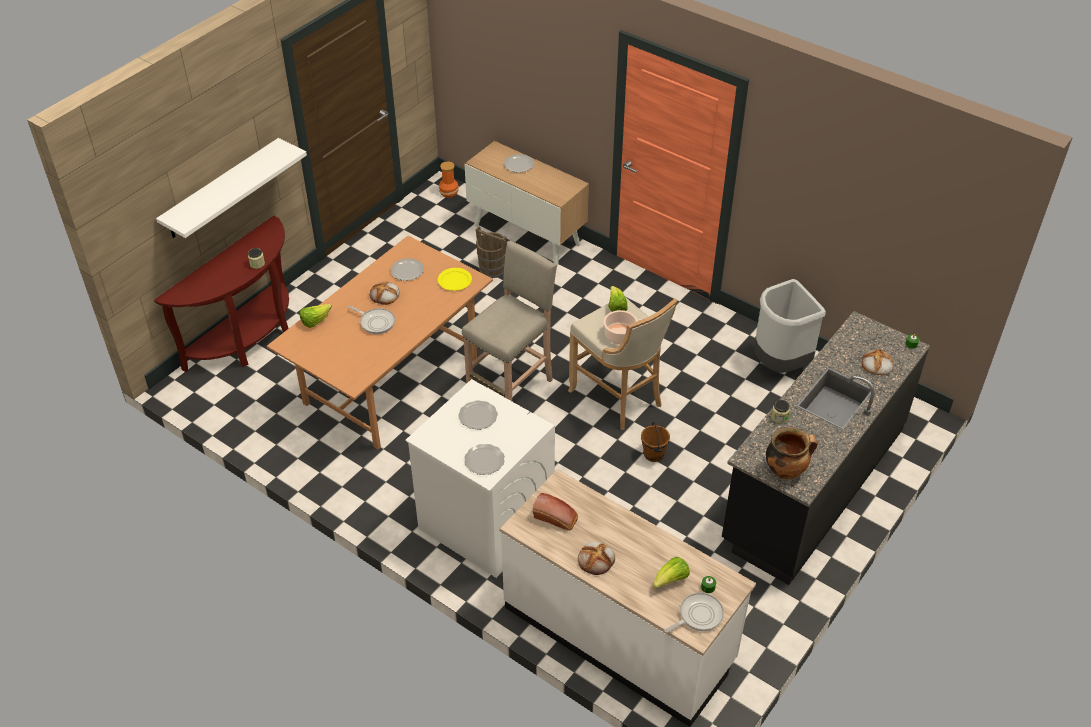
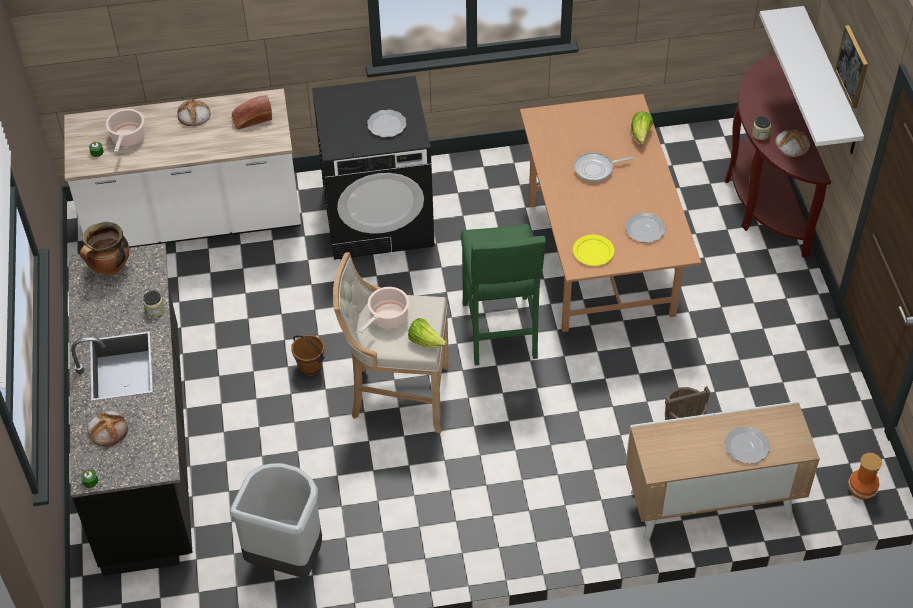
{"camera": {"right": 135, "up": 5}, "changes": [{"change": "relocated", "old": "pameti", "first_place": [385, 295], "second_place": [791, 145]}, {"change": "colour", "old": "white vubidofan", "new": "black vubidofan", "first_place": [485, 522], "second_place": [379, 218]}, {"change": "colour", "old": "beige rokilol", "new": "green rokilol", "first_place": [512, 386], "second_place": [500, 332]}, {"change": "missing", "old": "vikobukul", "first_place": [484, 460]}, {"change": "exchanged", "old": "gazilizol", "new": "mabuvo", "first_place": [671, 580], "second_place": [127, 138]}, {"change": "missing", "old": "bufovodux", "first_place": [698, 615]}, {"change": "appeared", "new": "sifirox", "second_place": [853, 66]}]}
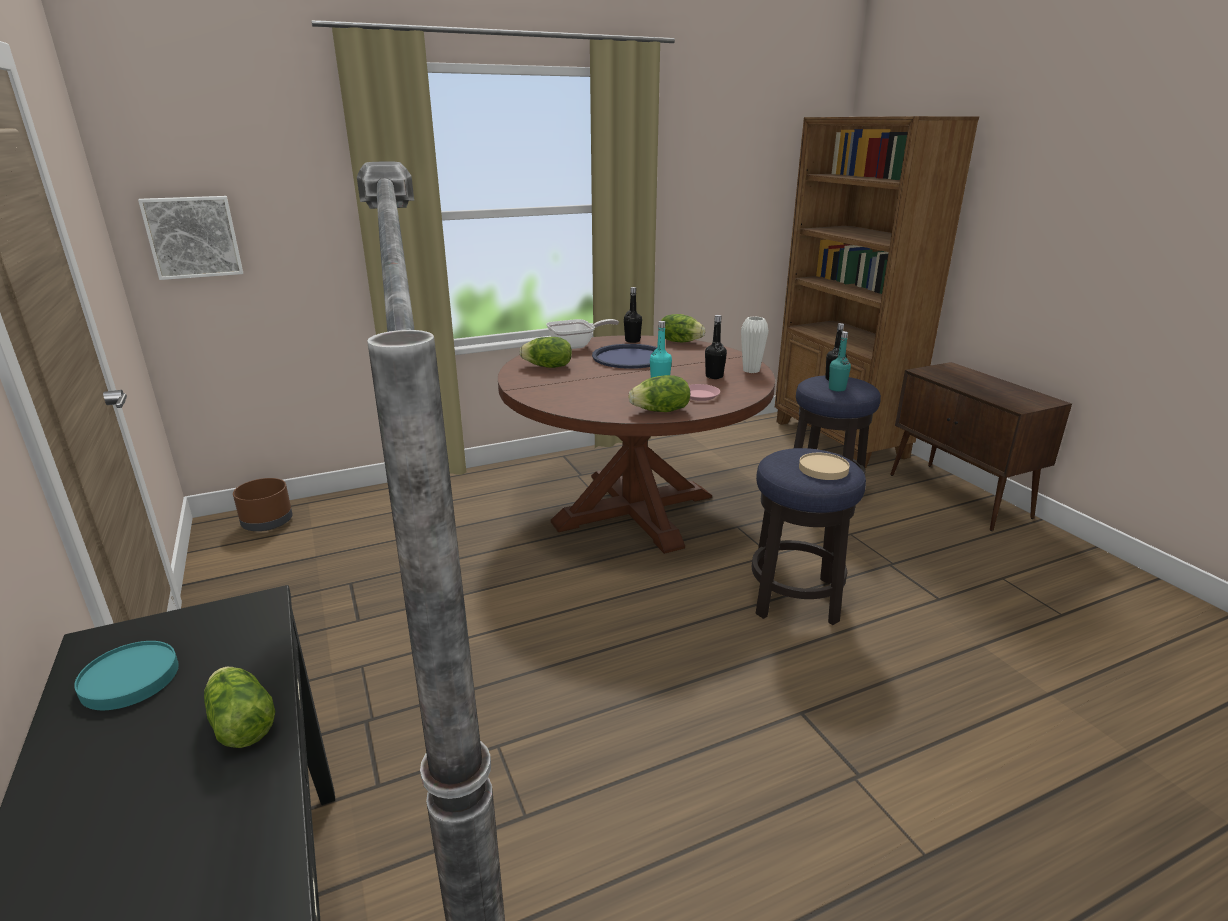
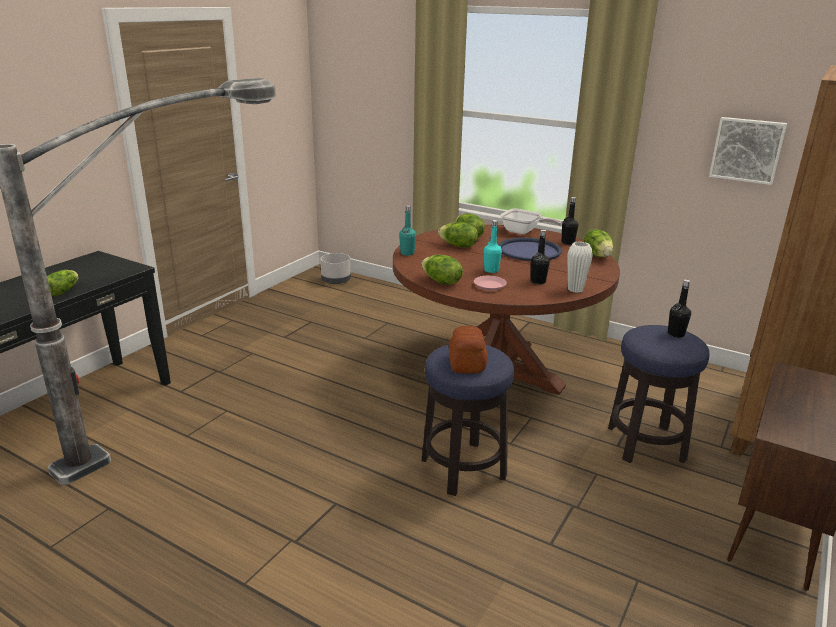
{"camera": {"right": 55, "up": 0}, "changes": [{"change": "missing", "old": "turquoise vikobukul", "first_place": [129, 678]}, {"change": "relocated", "old": "sifirox", "first_place": [193, 237], "second_place": [747, 150]}, {"change": "colour", "old": "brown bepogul", "new": "grey bepogul", "first_place": [267, 523], "second_place": [335, 280]}, {"change": "exchanged", "old": "beige vikobukul", "new": "pameti", "first_place": [823, 469], "second_place": [466, 363]}, {"change": "relocated", "old": "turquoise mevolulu", "first_place": [837, 389], "second_place": [407, 253]}, {"change": "appeared", "new": "gazilizol", "second_place": [458, 246]}]}
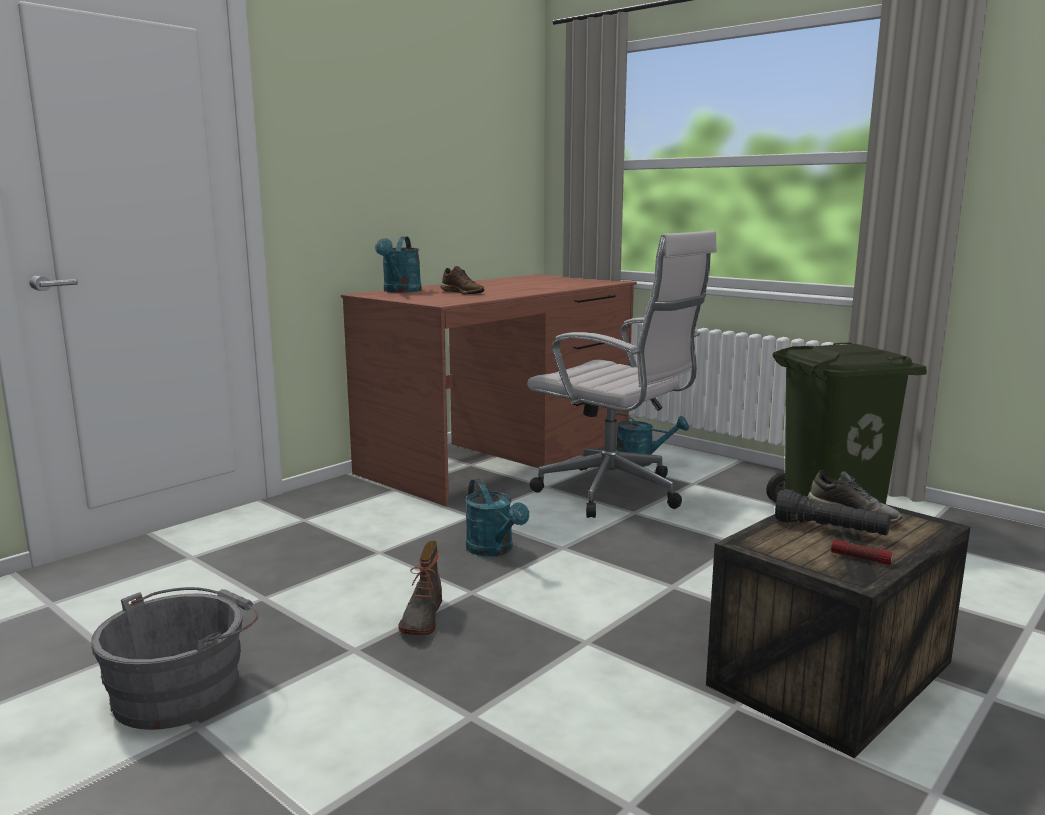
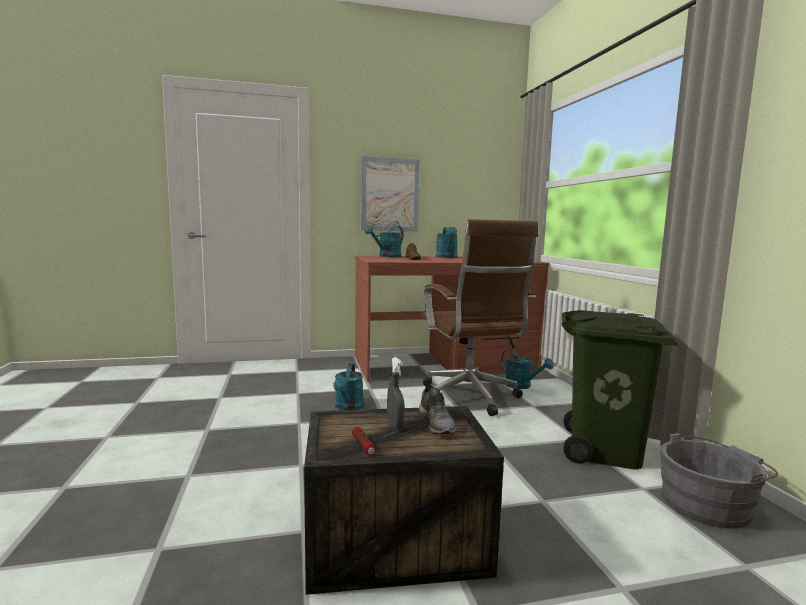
{"camera": {"right": 35, "up": -5}, "changes": [{"change": "relocated", "old": "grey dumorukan", "first_place": [184, 689], "second_place": [708, 503]}, {"change": "missing", "old": "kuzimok", "first_place": [421, 618]}, {"change": "colour", "old": "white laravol", "new": "brown laravol", "first_place": [616, 493], "second_place": [470, 398]}, {"change": "exchanged", "old": "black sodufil", "new": "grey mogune", "first_place": [830, 530], "second_place": [395, 426]}, {"change": "appeared", "new": "sifirox", "second_place": [389, 194]}, {"change": "appeared", "new": "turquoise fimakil", "second_place": [447, 257]}]}
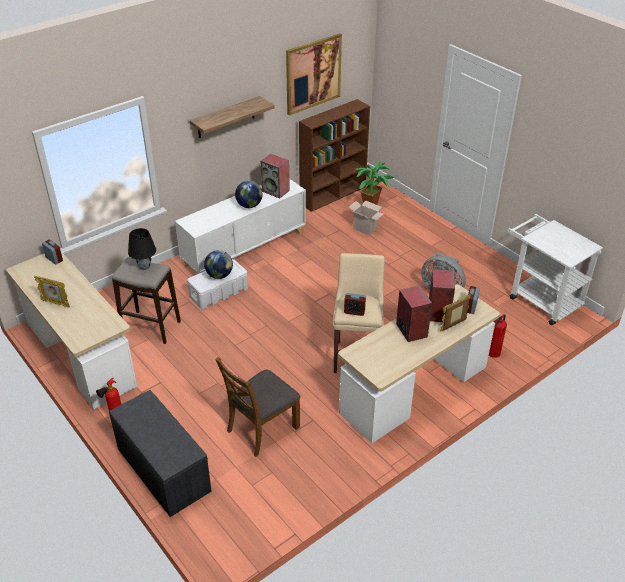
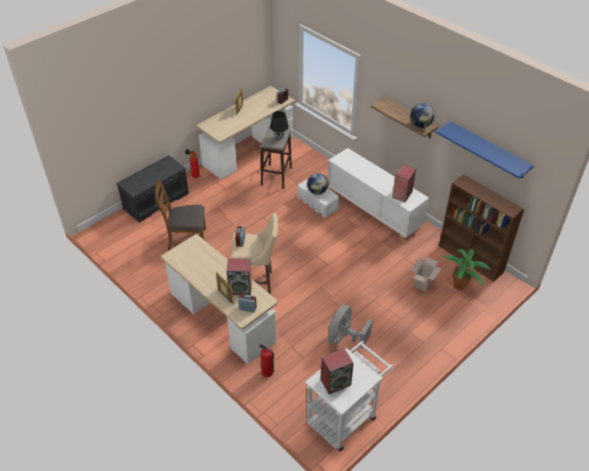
{"camera": {"right": 85, "up": 5}, "changes": [{"change": "spun", "old": "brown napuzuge", "first_place": [262, 428], "second_place": [186, 239], "degrees": -45}, {"change": "relocated", "old": "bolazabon", "first_place": [249, 205], "second_place": [420, 125]}, {"change": "exchanged", "old": "sifirox", "new": "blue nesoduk", "first_place": [313, 74], "second_place": [488, 150]}, {"change": "relocated", "old": "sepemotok", "first_place": [411, 330], "second_place": [335, 382]}]}
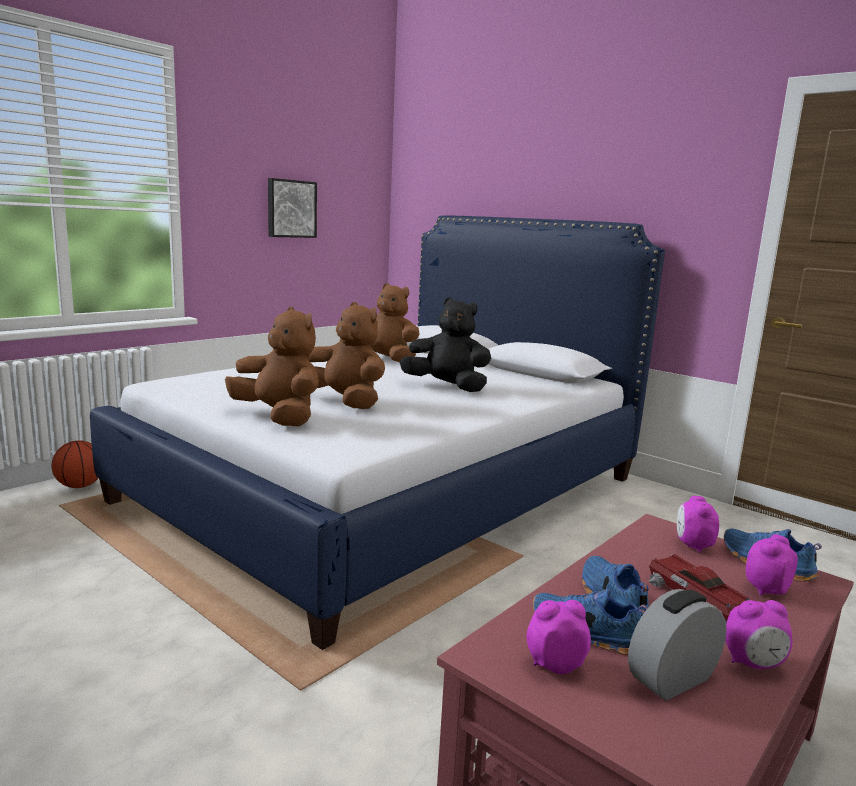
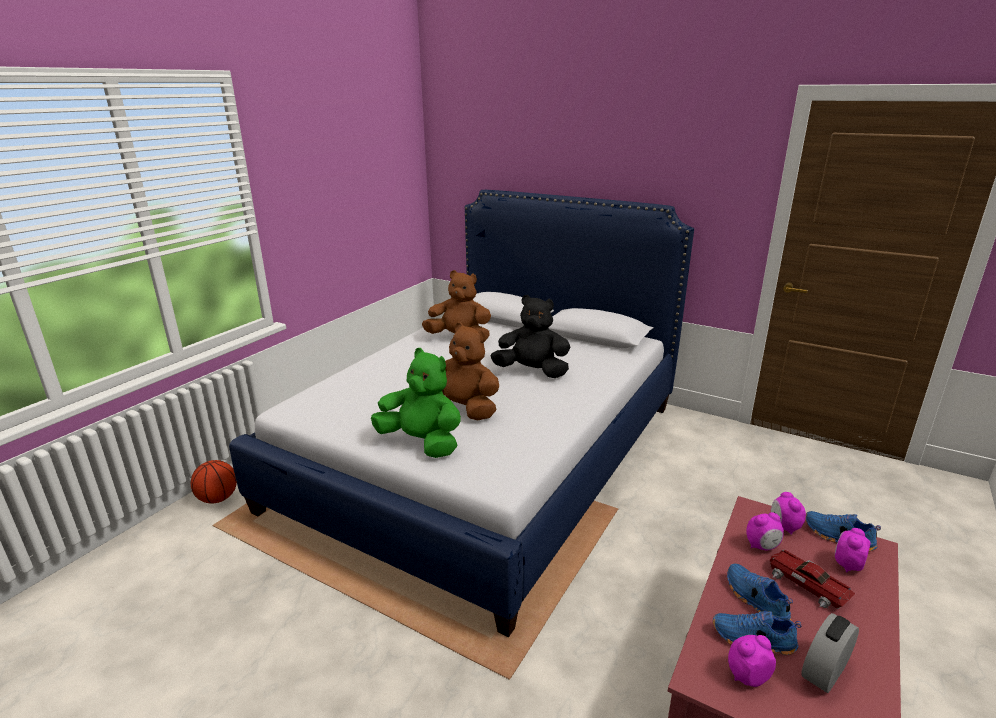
{"camera": {"right": -10, "up": 10}, "changes": [{"change": "colour", "old": "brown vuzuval", "new": "green vuzuval", "first_place": [279, 417], "second_place": [422, 442]}, {"change": "missing", "old": "sifirox", "first_place": [291, 208]}, {"change": "relocated", "old": "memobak", "first_place": [753, 664], "second_place": [762, 546]}]}
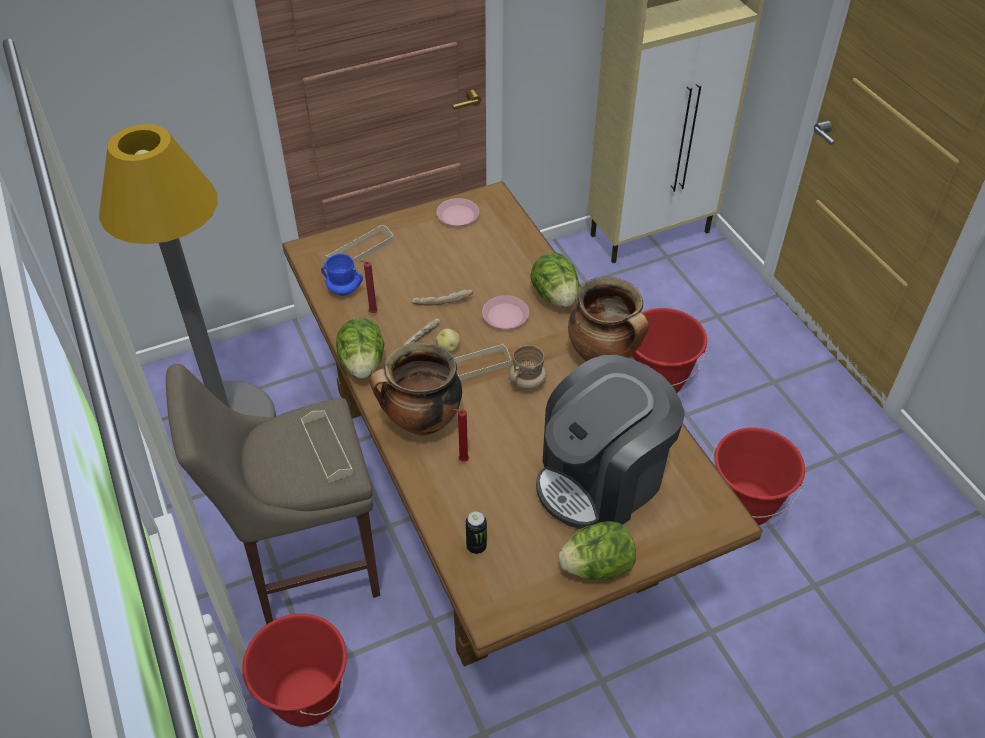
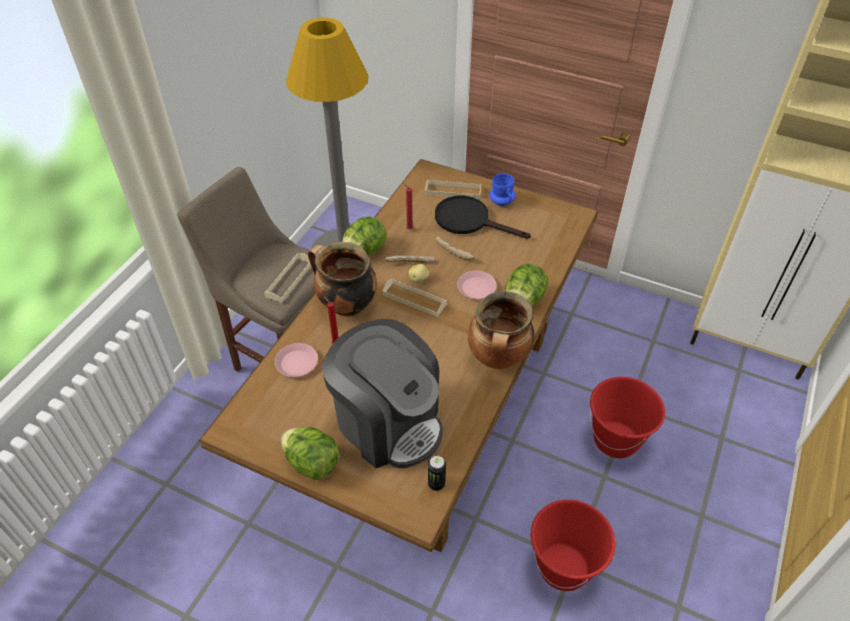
{"camera": {"right": 50, "up": 0}, "changes": [{"change": "missing", "old": "red dumorukan", "first_place": [306, 697]}, {"change": "relocated", "old": "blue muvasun", "first_place": [344, 289], "second_place": [501, 202]}, {"change": "relocated", "old": "pink vikobukul", "first_place": [457, 216], "second_place": [297, 363]}, {"change": "relocated", "old": "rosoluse", "first_place": [476, 546], "second_place": [436, 484]}, {"change": "missing", "old": "beige muvasun", "first_place": [527, 382]}, {"change": "spun", "old": "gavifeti", "first_place": [602, 479], "second_place": [387, 422], "degrees": -150}, {"change": "appeared", "new": "black bufovodux", "second_place": [469, 220]}]}
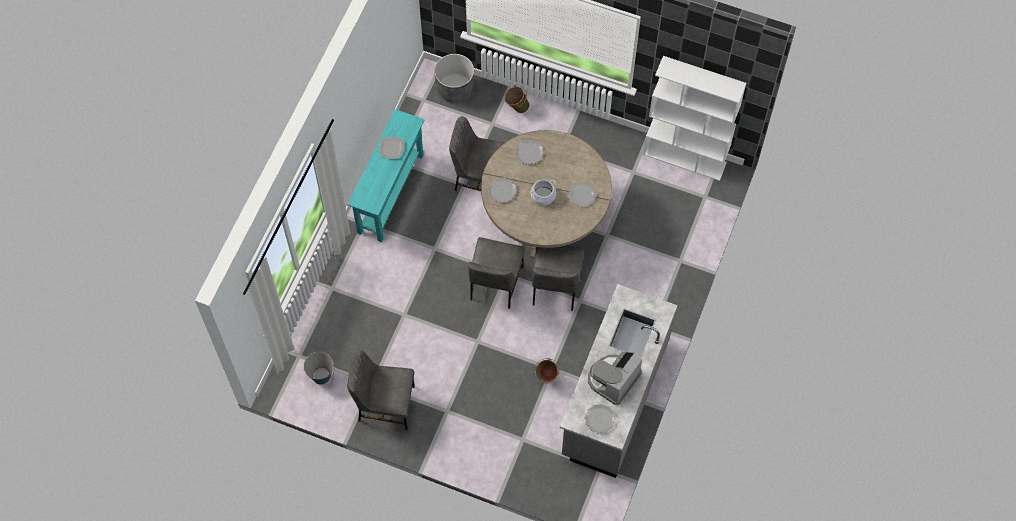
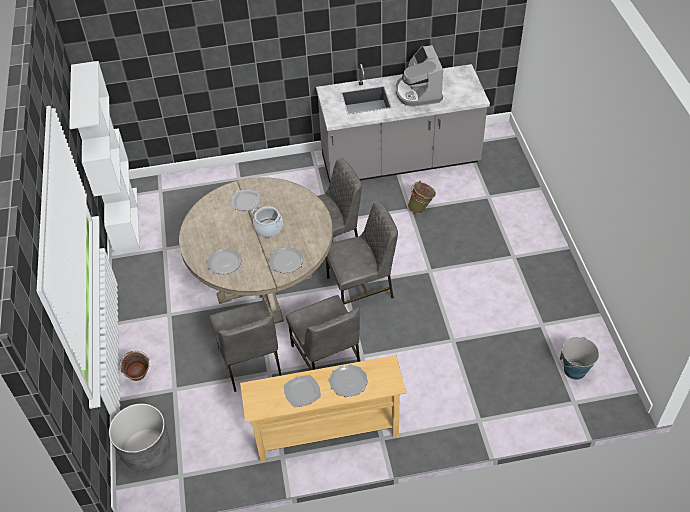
{"camera": {"right": -120, "up": -15}, "changes": [{"change": "colour", "old": "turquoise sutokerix", "new": "beige sutokerix", "first_place": [390, 193], "second_place": [327, 435]}, {"change": "relocated", "old": "grey napuzuge", "first_place": [385, 404], "second_place": [327, 358]}, {"change": "relocated", "old": "vikobukul", "first_place": [599, 419], "second_place": [348, 382]}, {"change": "spun", "old": "gavifeti", "first_place": [613, 379], "second_place": [418, 92], "degrees": 75}]}
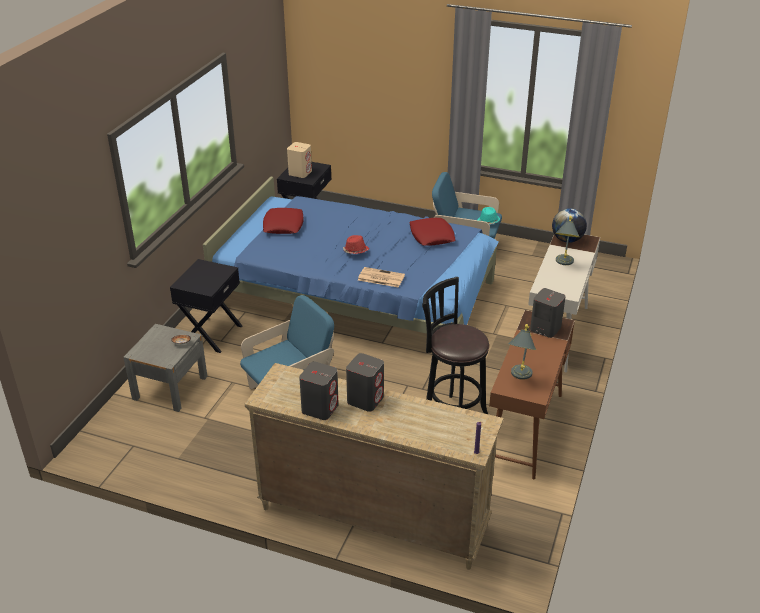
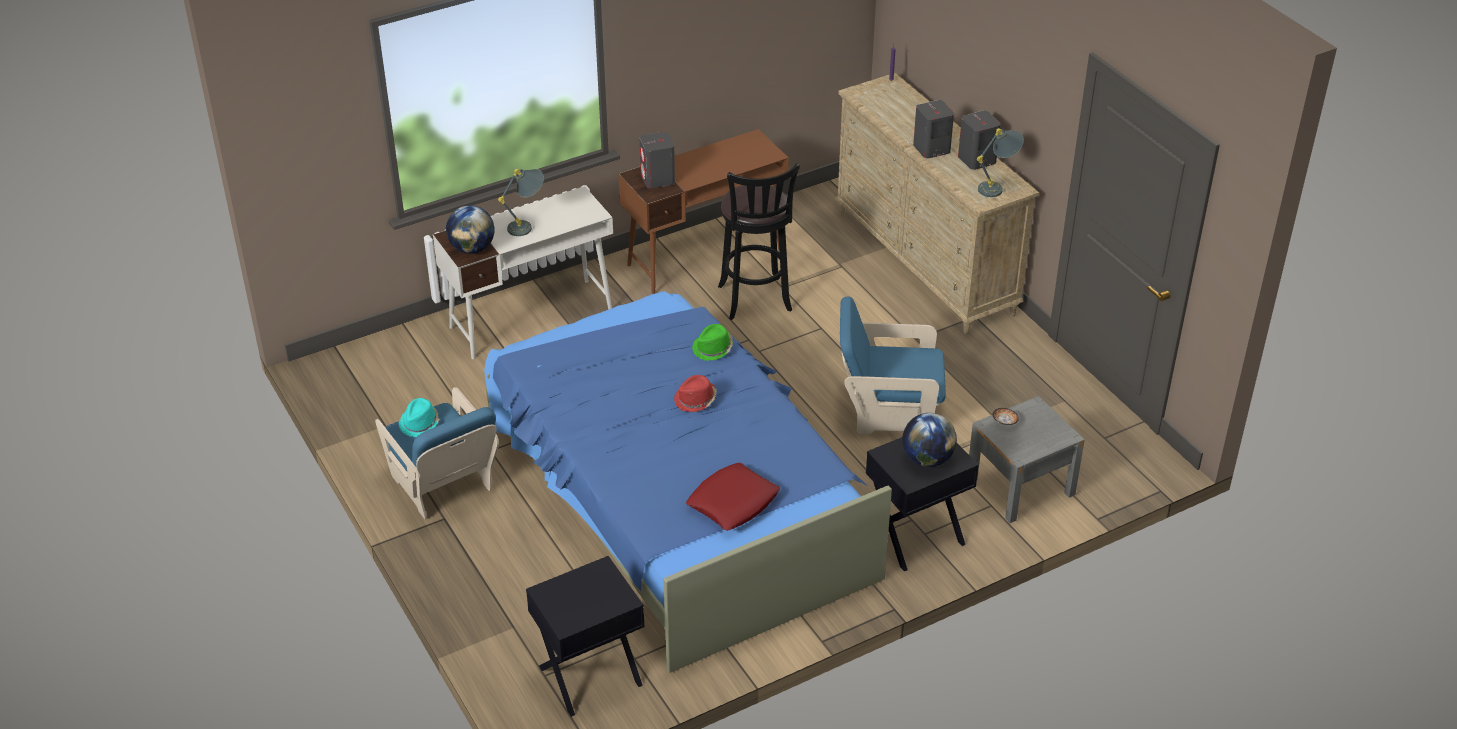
{"camera": {"right": -140, "up": 5}, "changes": [{"change": "missing", "old": "beige sepemotok", "first_place": [300, 173]}, {"change": "exchanged", "old": "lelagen", "new": "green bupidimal", "first_place": [380, 278], "second_place": [713, 349]}, {"change": "missing", "old": "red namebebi", "first_place": [431, 236]}, {"change": "relocated", "old": "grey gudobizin", "first_place": [519, 377], "second_place": [998, 187]}, {"change": "appeared", "new": "bolazabon", "second_place": [927, 459]}]}
